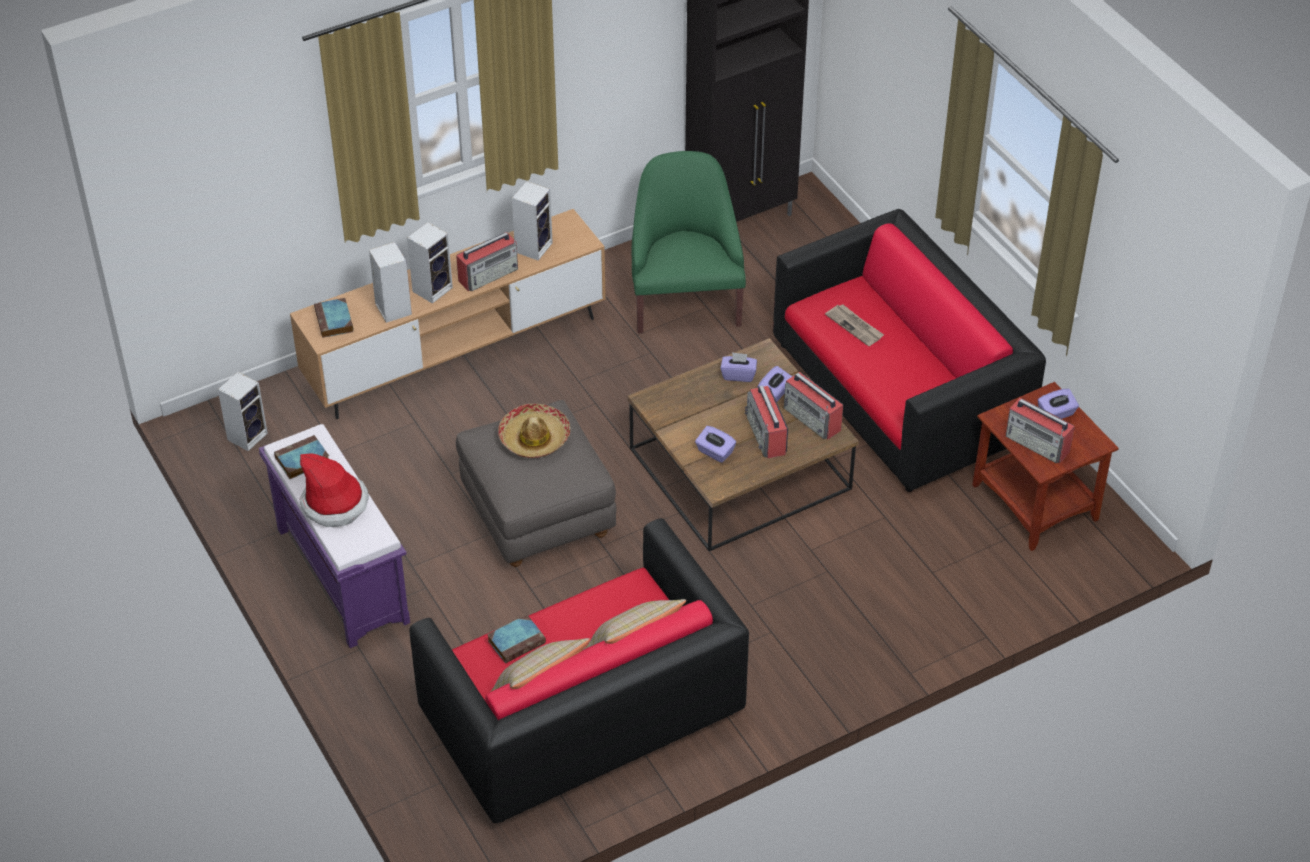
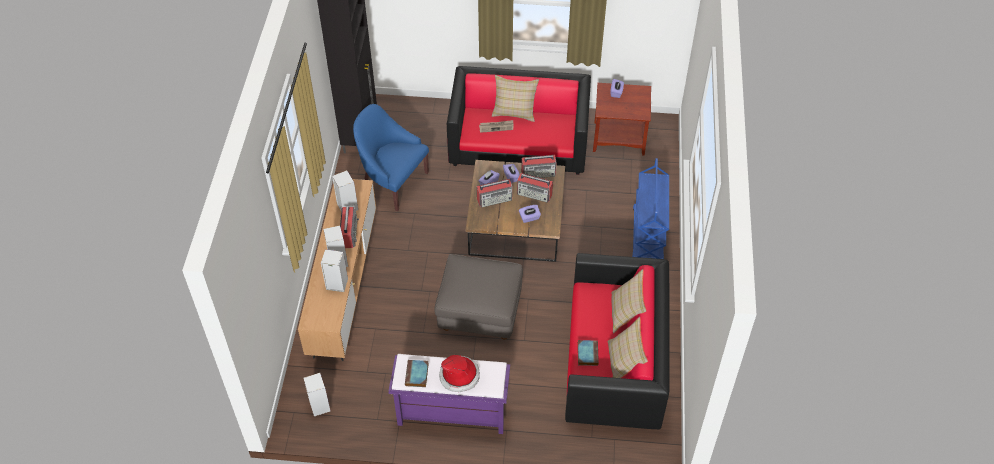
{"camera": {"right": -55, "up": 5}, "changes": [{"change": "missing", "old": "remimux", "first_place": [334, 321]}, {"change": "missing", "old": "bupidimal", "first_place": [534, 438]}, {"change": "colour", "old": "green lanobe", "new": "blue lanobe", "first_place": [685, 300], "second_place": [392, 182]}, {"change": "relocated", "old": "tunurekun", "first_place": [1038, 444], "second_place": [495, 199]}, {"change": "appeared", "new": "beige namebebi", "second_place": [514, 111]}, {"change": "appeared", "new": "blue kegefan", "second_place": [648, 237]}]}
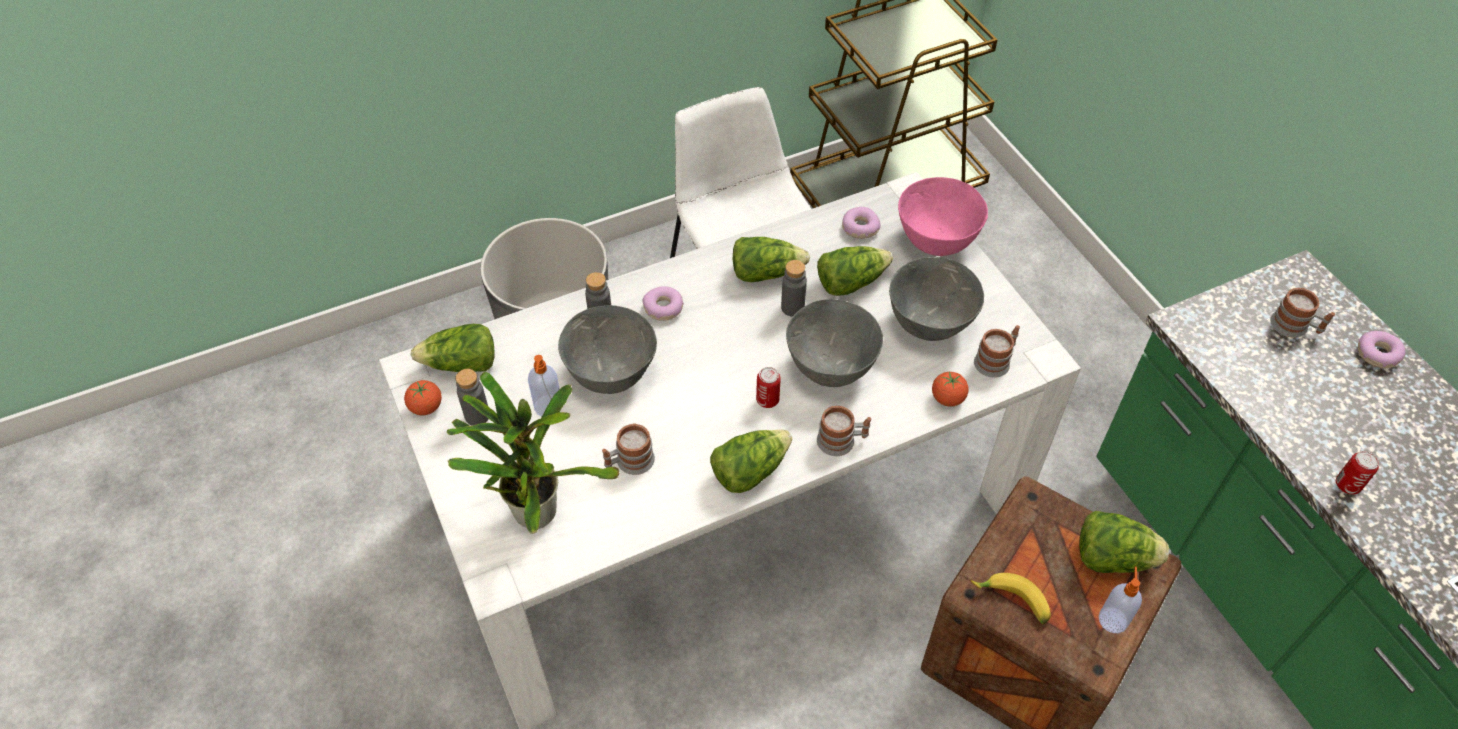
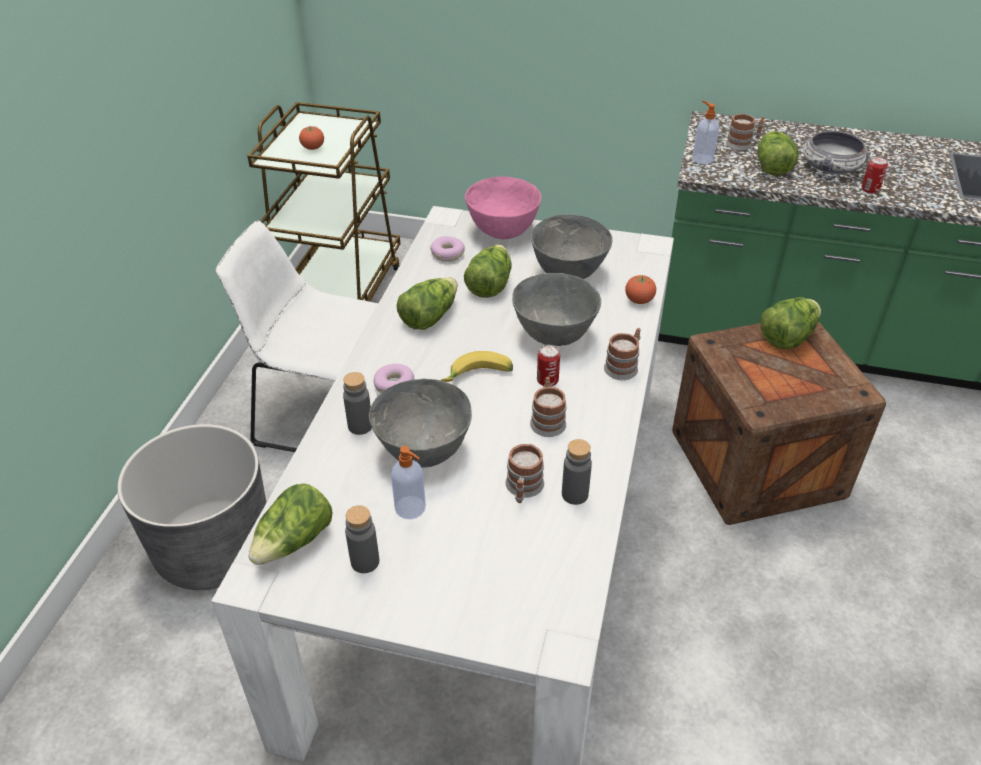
{"camera": {"right": -50, "up": -10}, "changes": [{"change": "relocated", "old": "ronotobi", "first_place": [426, 407], "second_place": [313, 148]}, {"change": "missing", "old": "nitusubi", "first_place": [534, 508]}, {"change": "relocated", "old": "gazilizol", "first_place": [749, 470], "second_place": [772, 166]}, {"change": "relocated", "old": "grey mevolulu", "first_place": [792, 307], "second_place": [575, 494]}, {"change": "relocated", "old": "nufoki", "first_place": [1011, 602], "second_place": [478, 376]}, {"change": "relocated", "old": "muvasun", "first_place": [996, 360], "second_place": [547, 420]}, {"change": "relocated", "old": "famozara", "first_place": [1113, 619], "second_place": [702, 159]}, {"change": "missing", "old": "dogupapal", "first_place": [1377, 354]}, {"change": "appeared", "new": "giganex", "second_place": [831, 166]}]}
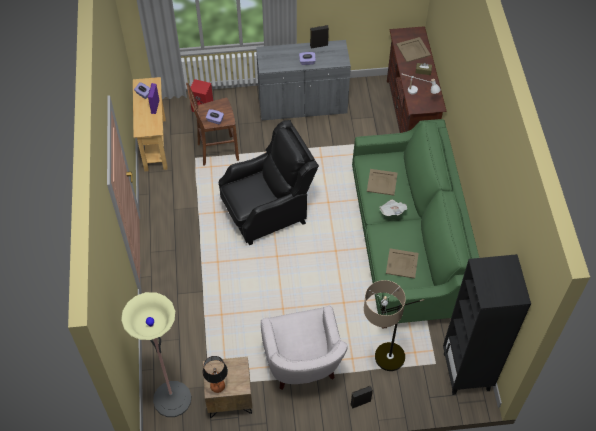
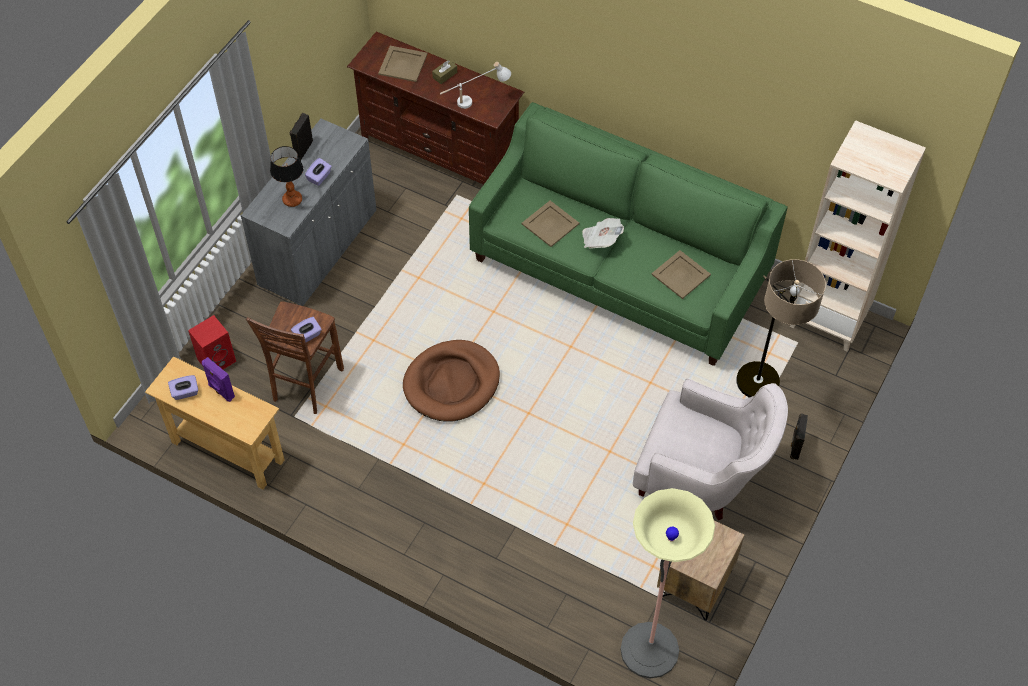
{"camera": {"right": -55, "up": 0}, "changes": [{"change": "relocated", "old": "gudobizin", "first_place": [218, 386], "second_place": [293, 200]}, {"change": "exchanged", "old": "black lanobe", "new": "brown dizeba", "first_place": [267, 211], "second_place": [452, 383]}, {"change": "colour", "old": "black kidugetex", "new": "beige kidugetex", "first_place": [466, 372], "second_place": [829, 320]}]}
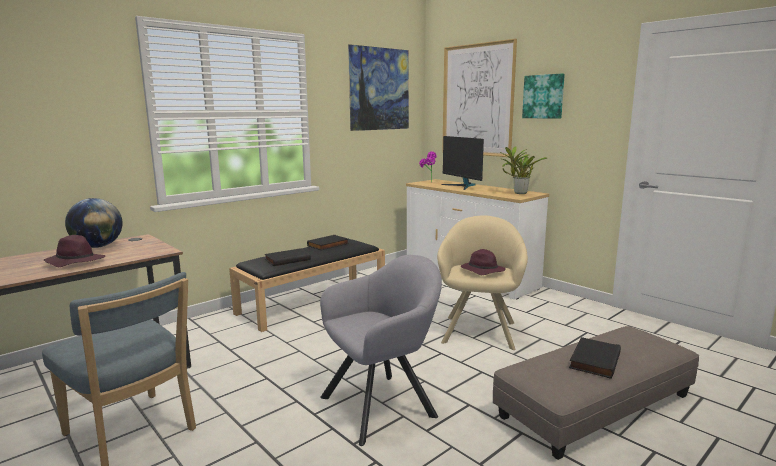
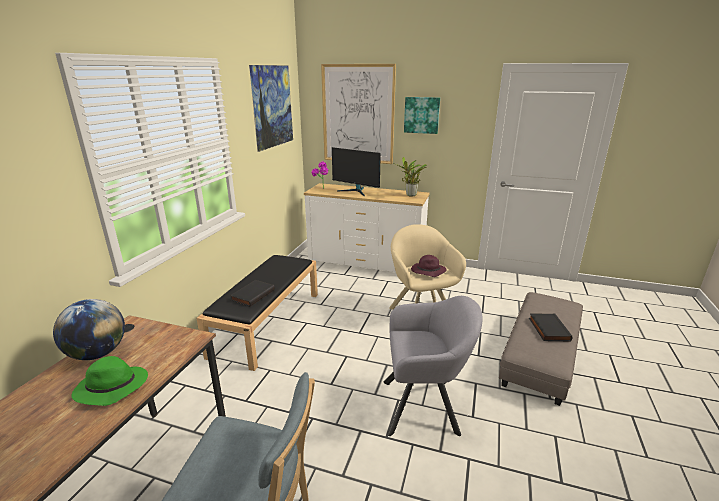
{"camera": {"right": -30, "up": 10}, "changes": [{"change": "colour", "old": "purple bupidimal", "new": "green bupidimal", "first_place": [75, 262], "second_place": [111, 388]}, {"change": "missing", "old": "black remimux", "first_place": [328, 245]}, {"change": "spun", "old": "grey lanobe", "first_place": [384, 404], "second_place": [425, 406], "degrees": 60}]}
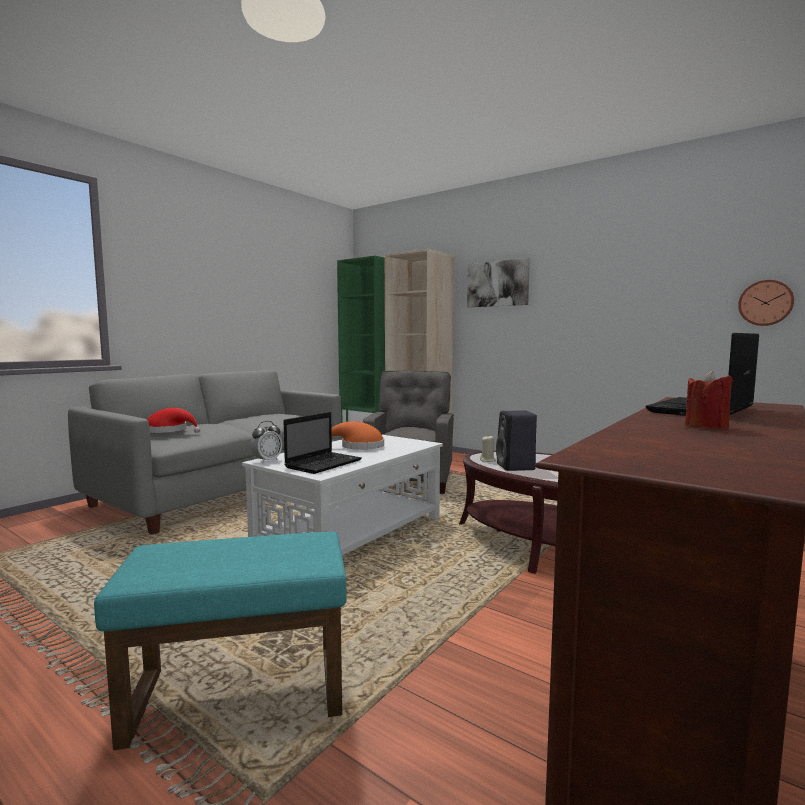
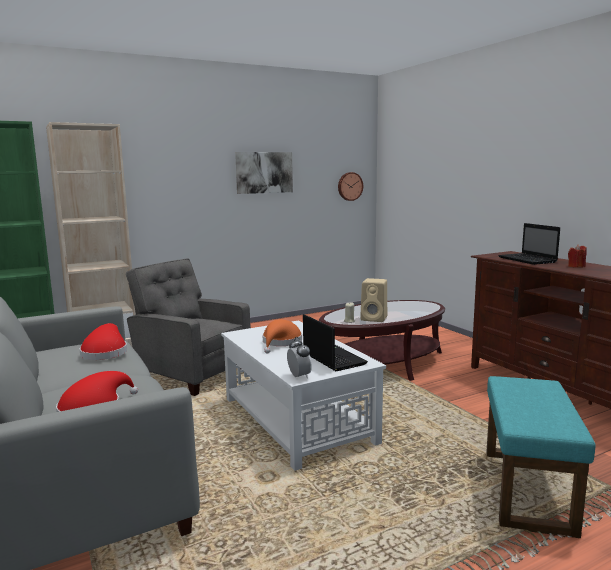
{"camera": {"right": -65, "up": 5}, "changes": [{"change": "relocated", "old": "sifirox", "first_place": [497, 284], "second_place": [264, 172]}, {"change": "colour", "old": "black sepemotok", "new": "beige sepemotok", "first_place": [516, 467], "second_place": [375, 318]}, {"change": "appeared", "new": "red bupidimal", "second_place": [105, 352]}]}
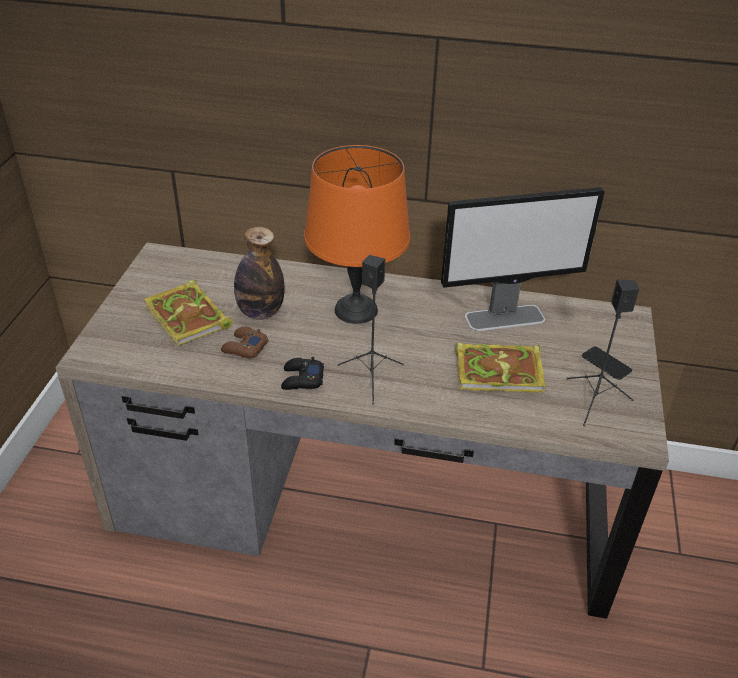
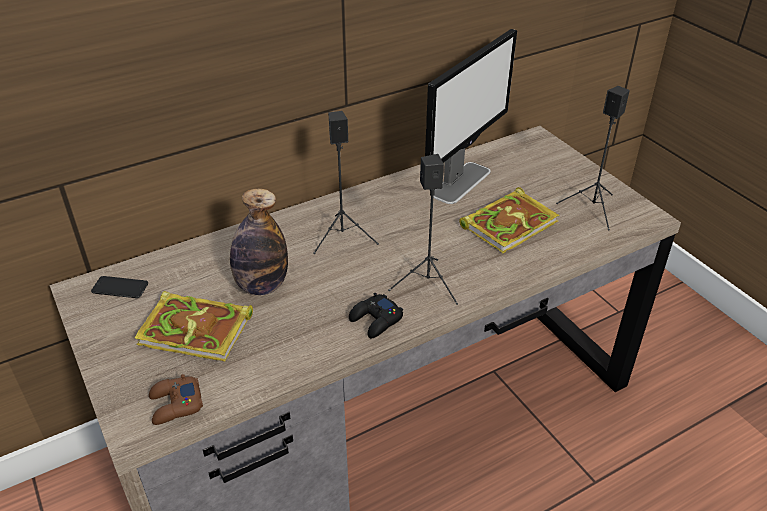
{"camera": {"right": -40, "up": 0}, "changes": [{"change": "relocated", "old": "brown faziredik", "first_place": [244, 347], "second_place": [175, 405]}, {"change": "exchanged", "old": "orange gudobizin", "new": "black sepemotok", "first_place": [357, 310], "second_place": [343, 237]}, {"change": "relocated", "old": "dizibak", "first_place": [606, 363], "second_place": [120, 288]}]}
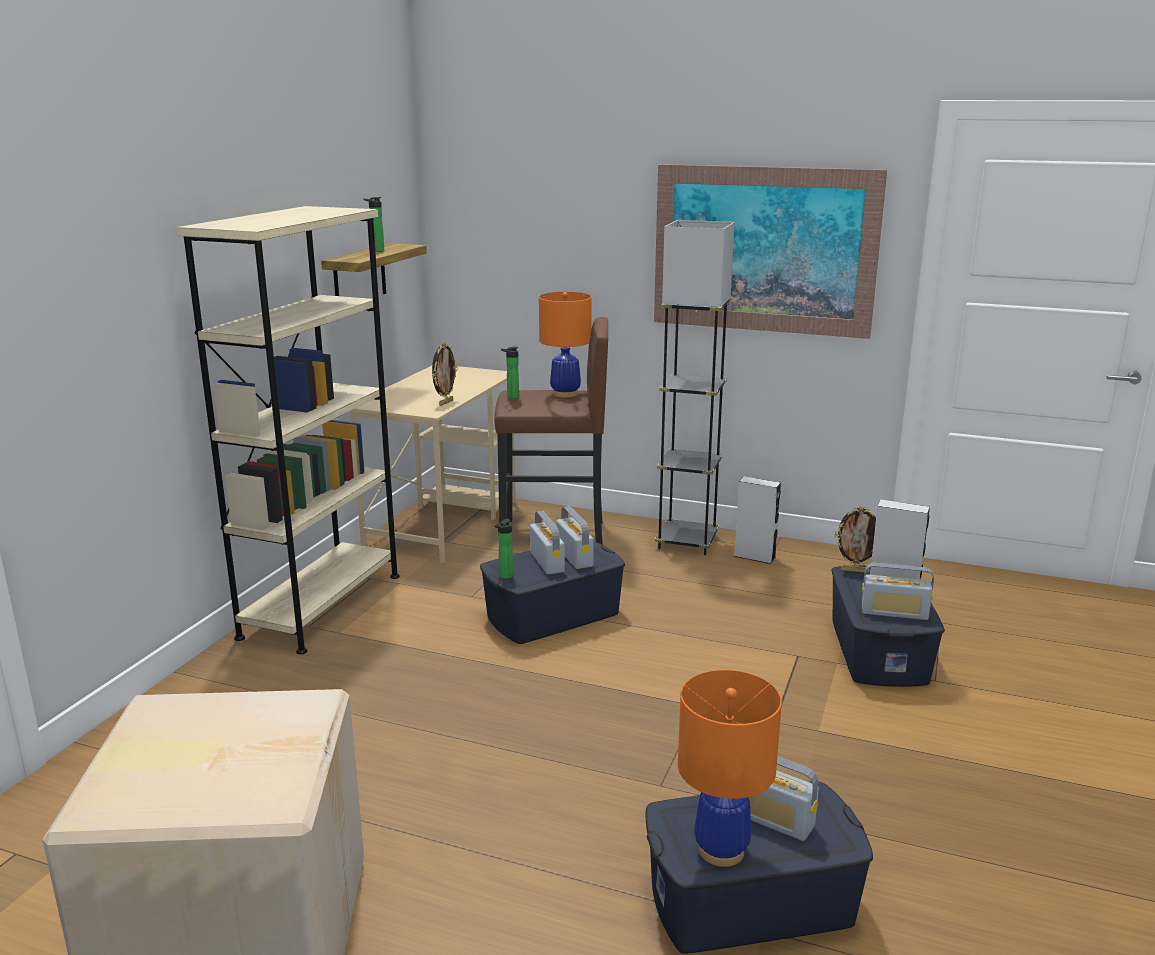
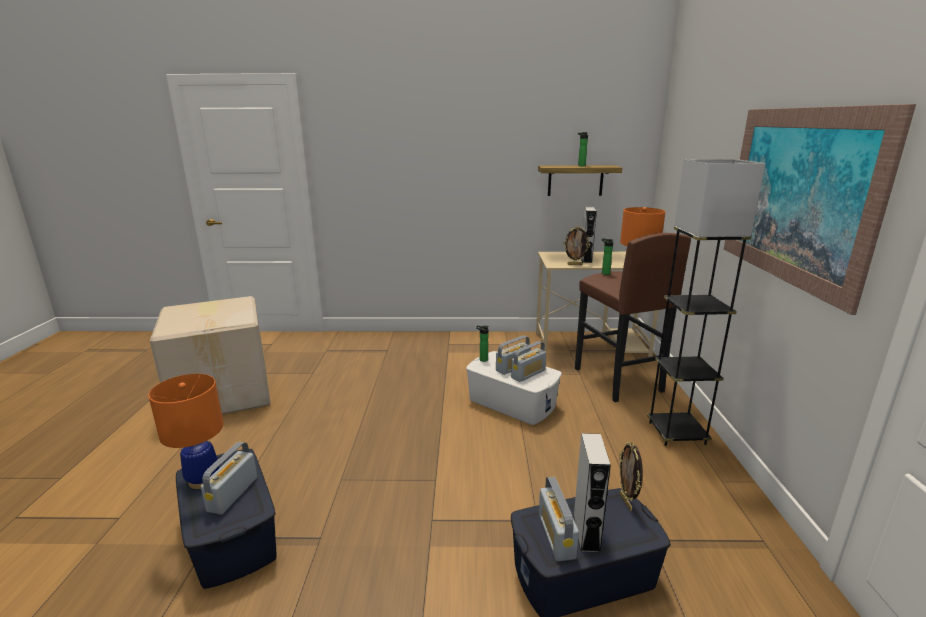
{"camera": {"right": 70, "up": 0}, "changes": [{"change": "missing", "old": "beige kidugetex", "first_place": [322, 605]}, {"change": "colour", "old": "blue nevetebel", "new": "white nevetebel", "first_place": [552, 615], "second_place": [512, 402]}, {"change": "relocated", "old": "grey sepemotok", "first_place": [754, 557], "second_place": [585, 259]}]}
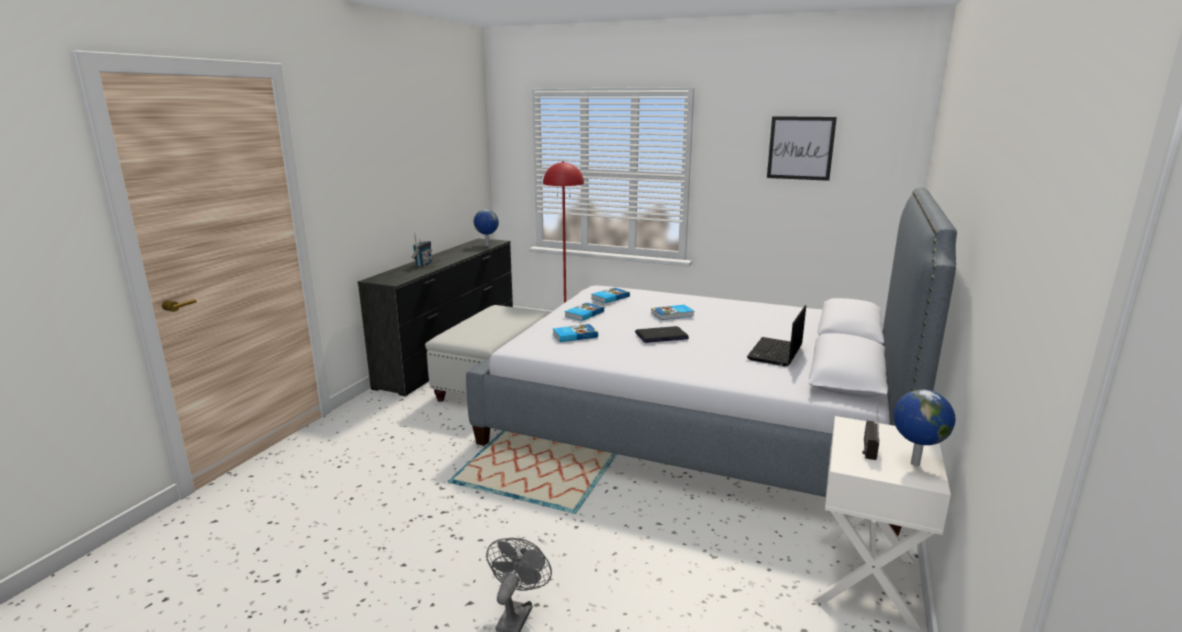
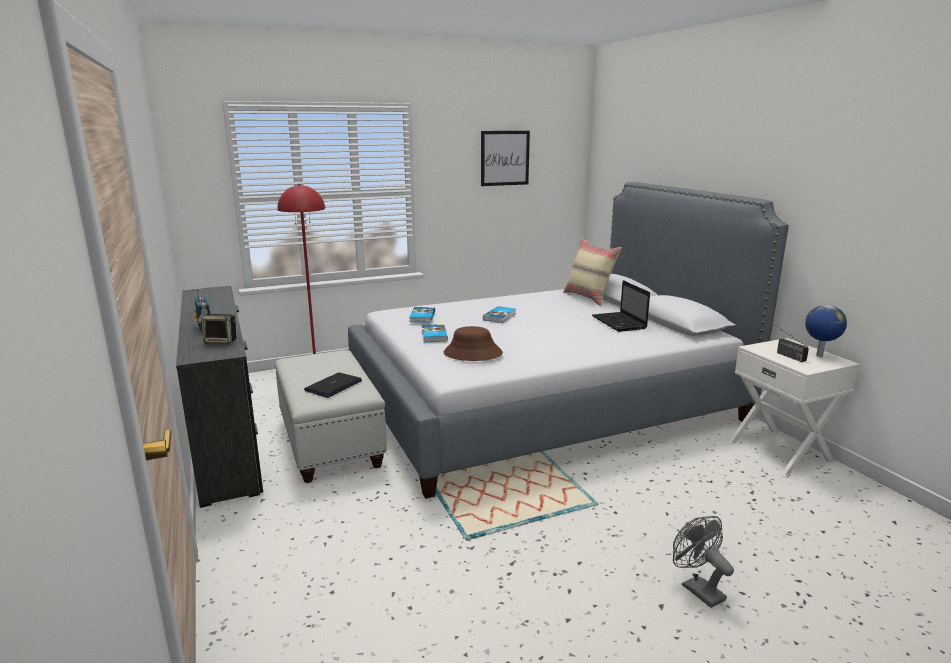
{"camera": {"right": -45, "up": 0}, "changes": [{"change": "missing", "old": "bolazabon", "first_place": [487, 245]}, {"change": "exchanged", "old": "remimux", "new": "brown bupidimal", "first_place": [574, 335], "second_place": [472, 353]}, {"change": "relocated", "old": "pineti", "first_place": [661, 336], "second_place": [333, 386]}, {"change": "appeared", "new": "sepemotok", "second_place": [222, 341]}, {"change": "appeared", "new": "beige namebebi", "second_place": [589, 297]}]}
